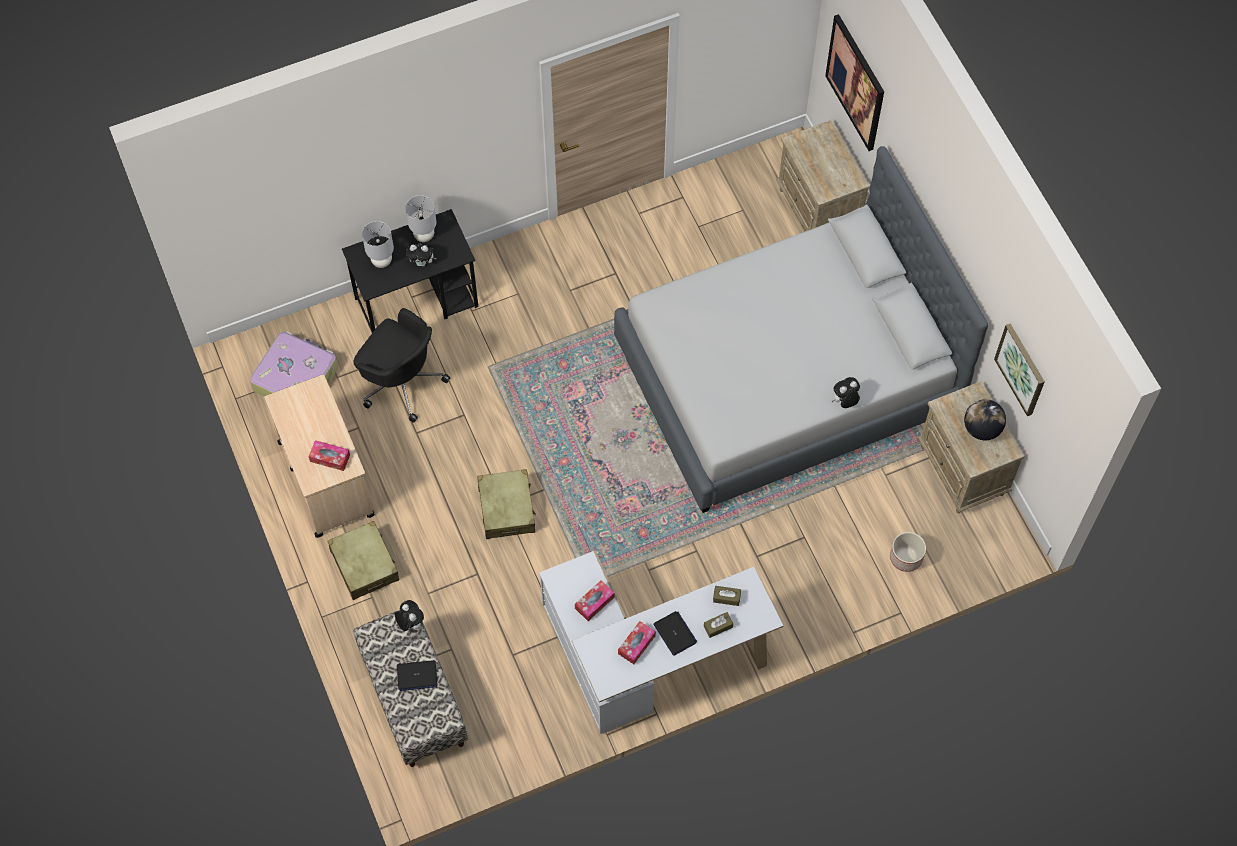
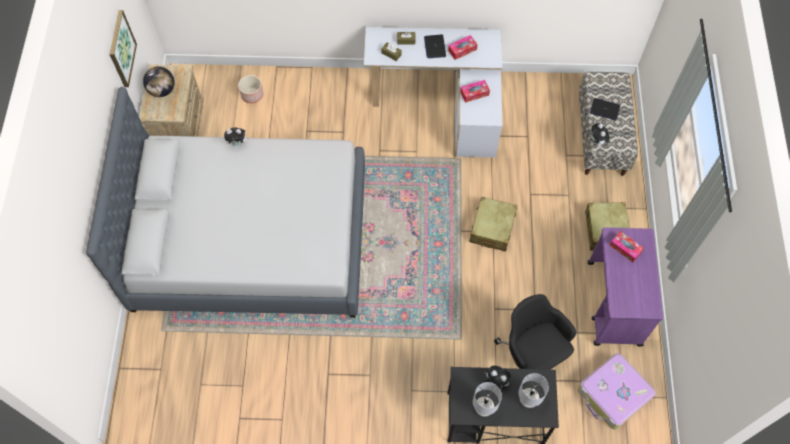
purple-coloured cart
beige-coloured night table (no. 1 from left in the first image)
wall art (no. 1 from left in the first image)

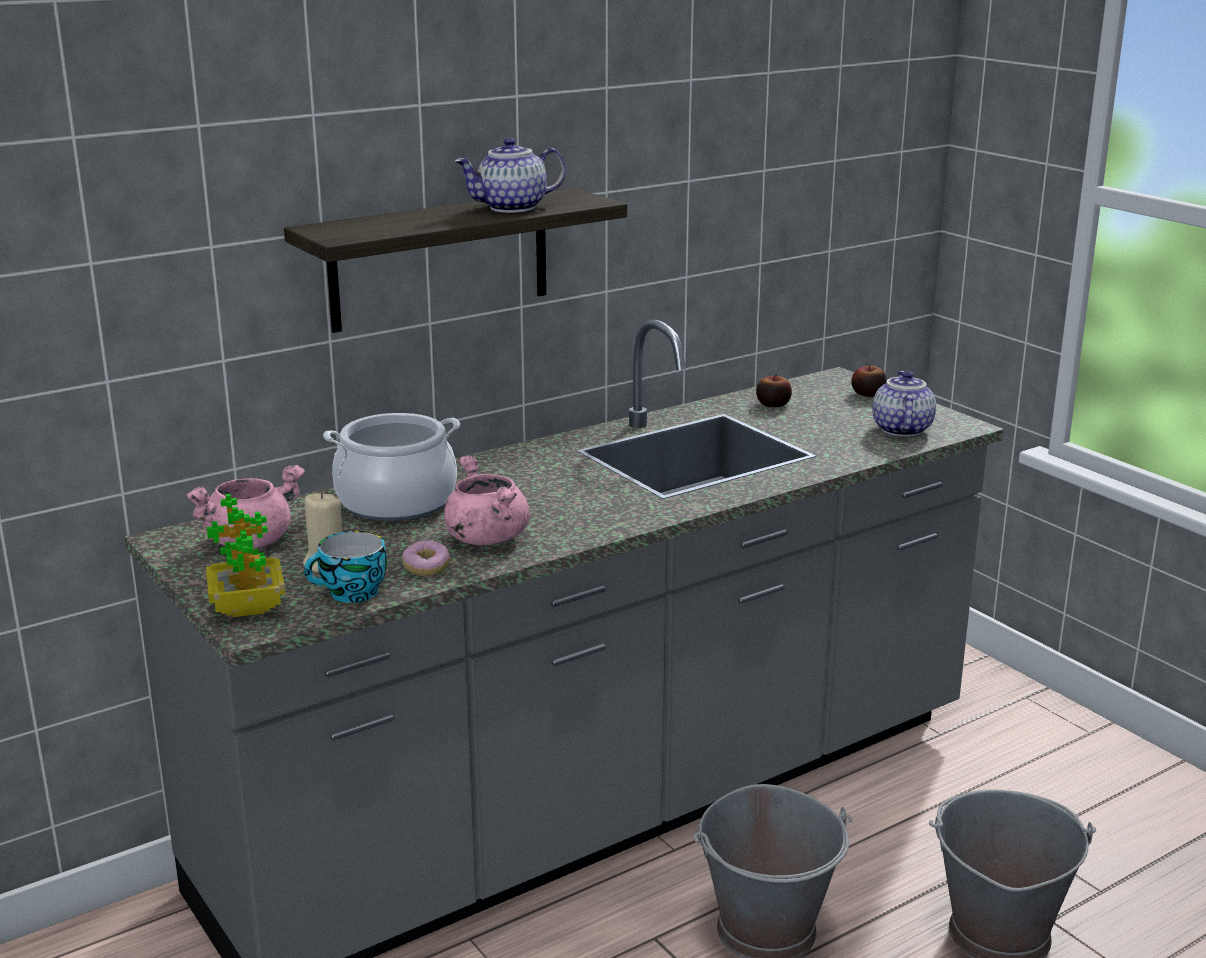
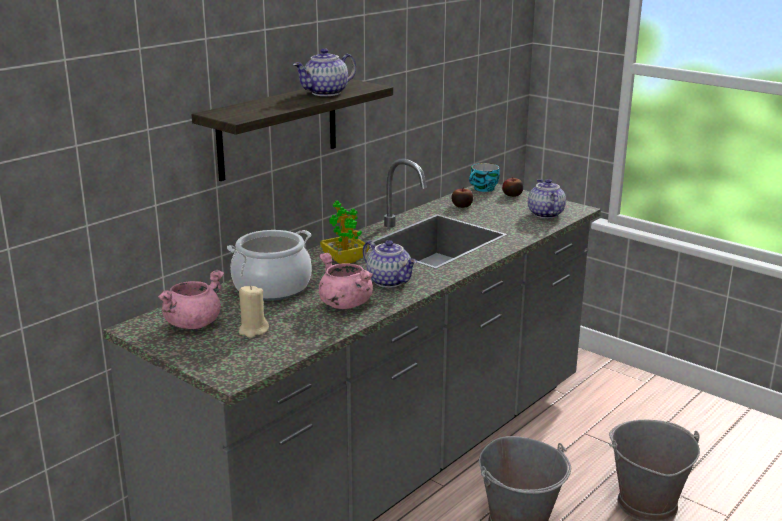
potted plant
drinking cup
donut
teapot (no. 2 from left)

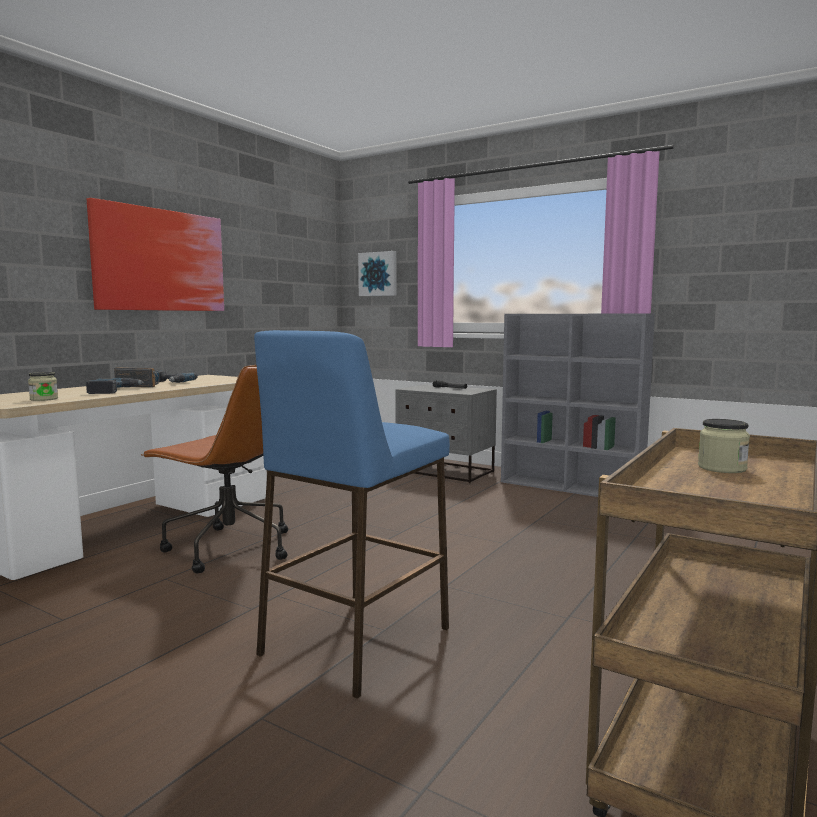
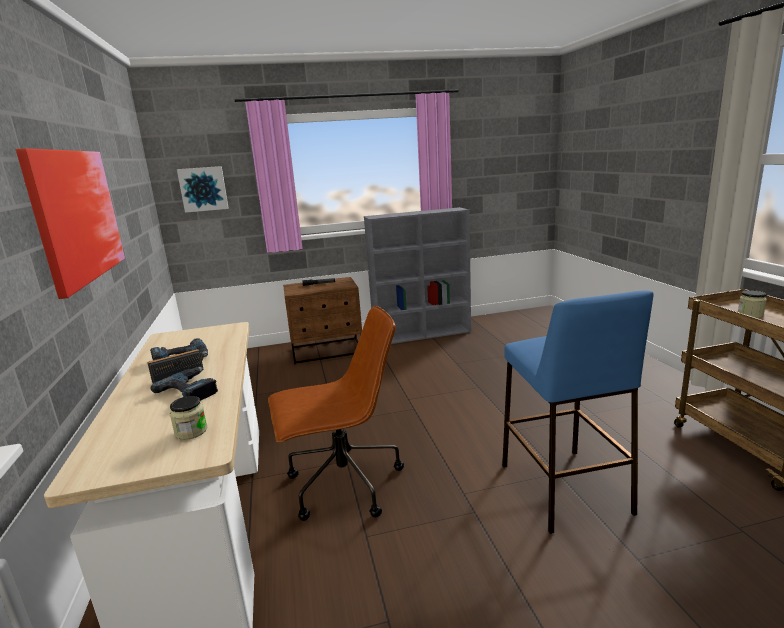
brownish night table

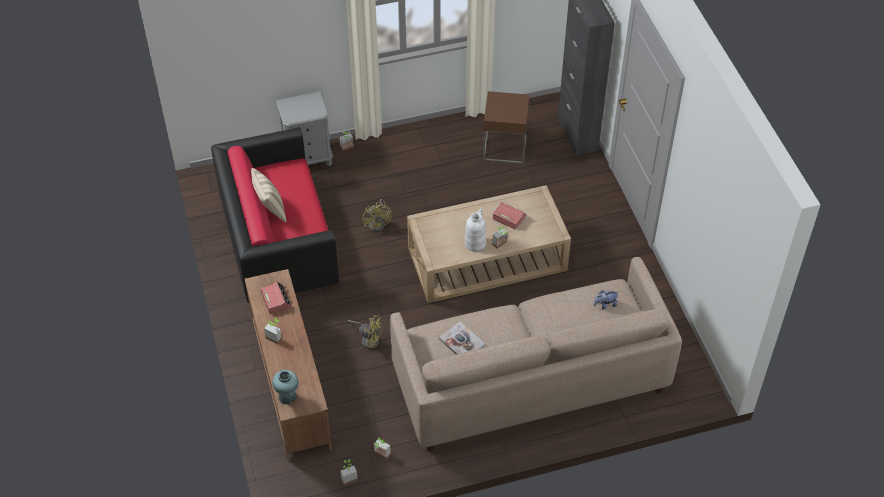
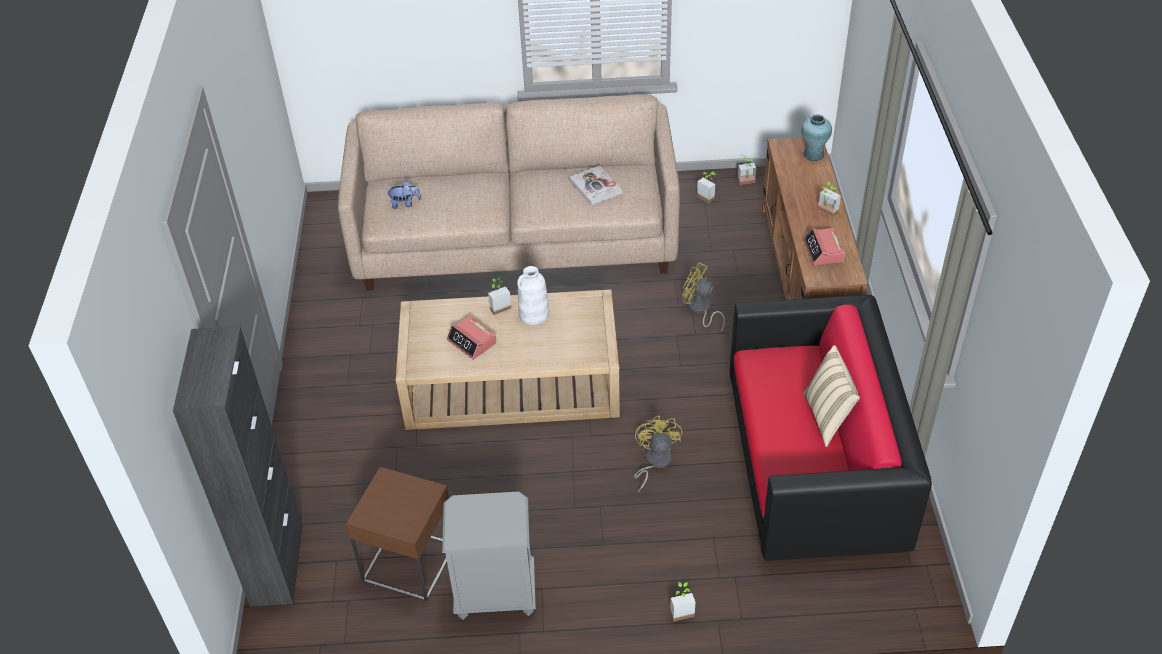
grey night table

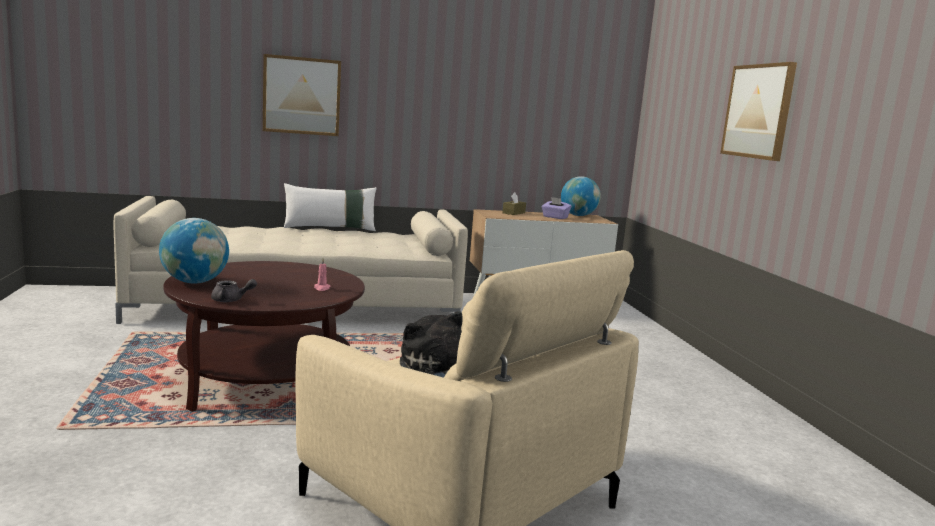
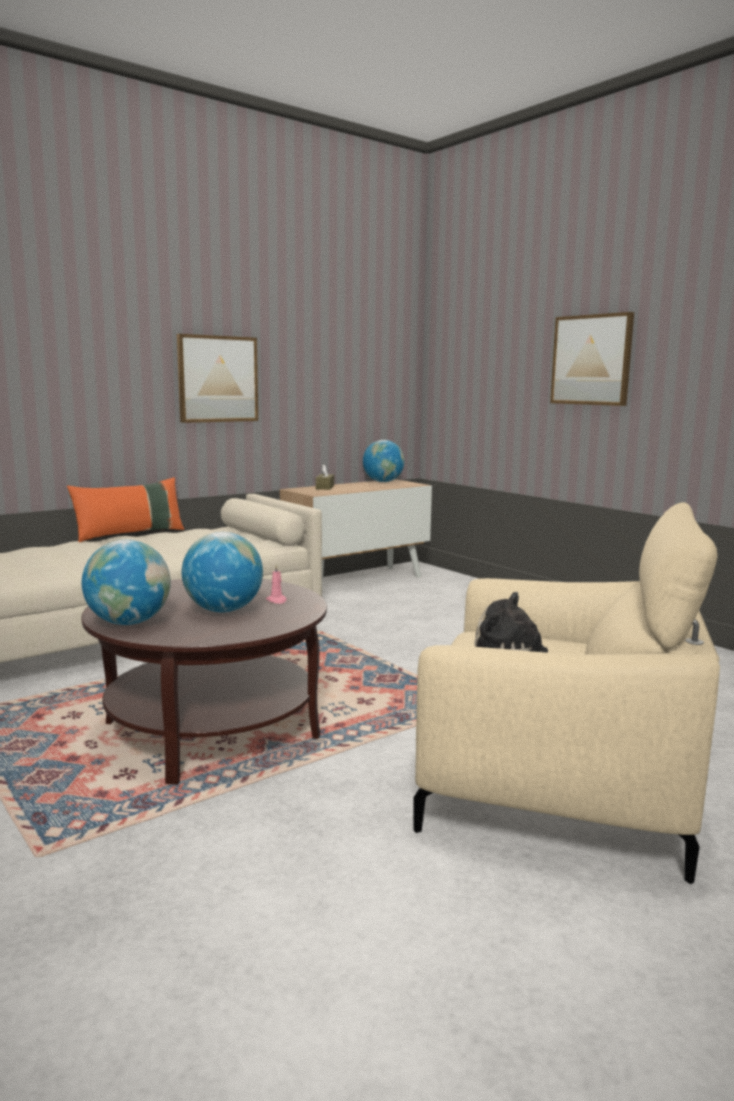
grey teapot
wall art (no. 1 from left)
orange throw pillow
purple-coloured box of tissues
globe (no. 2 from left)

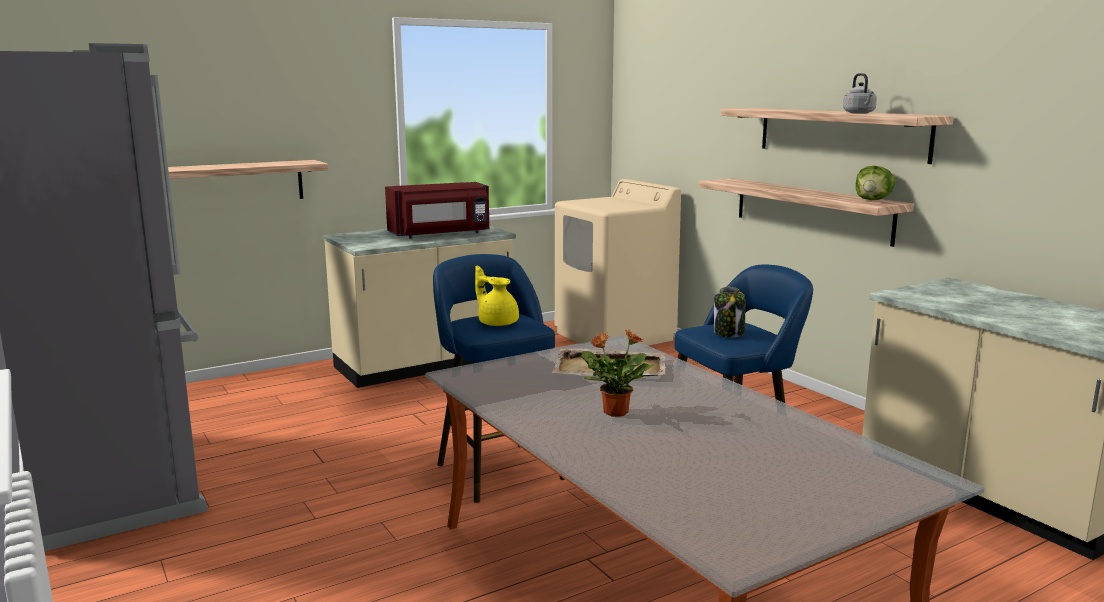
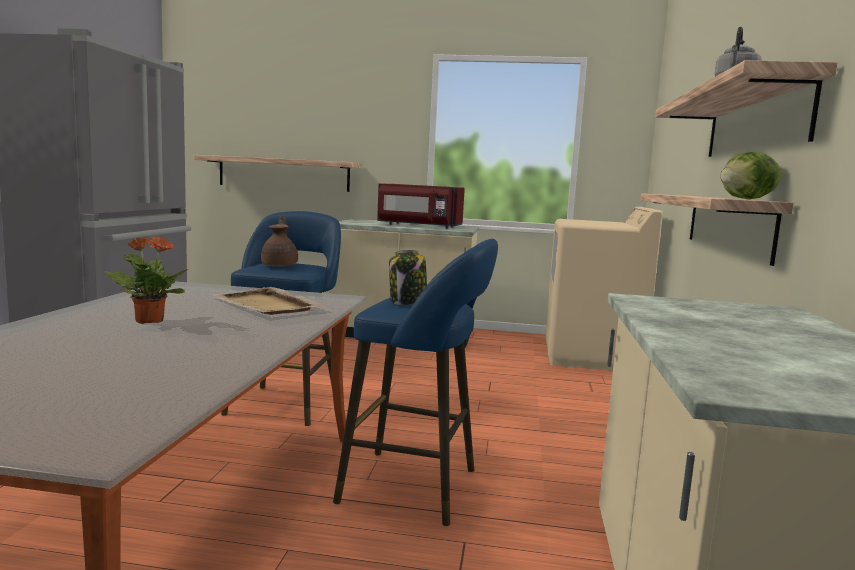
brownish teapot

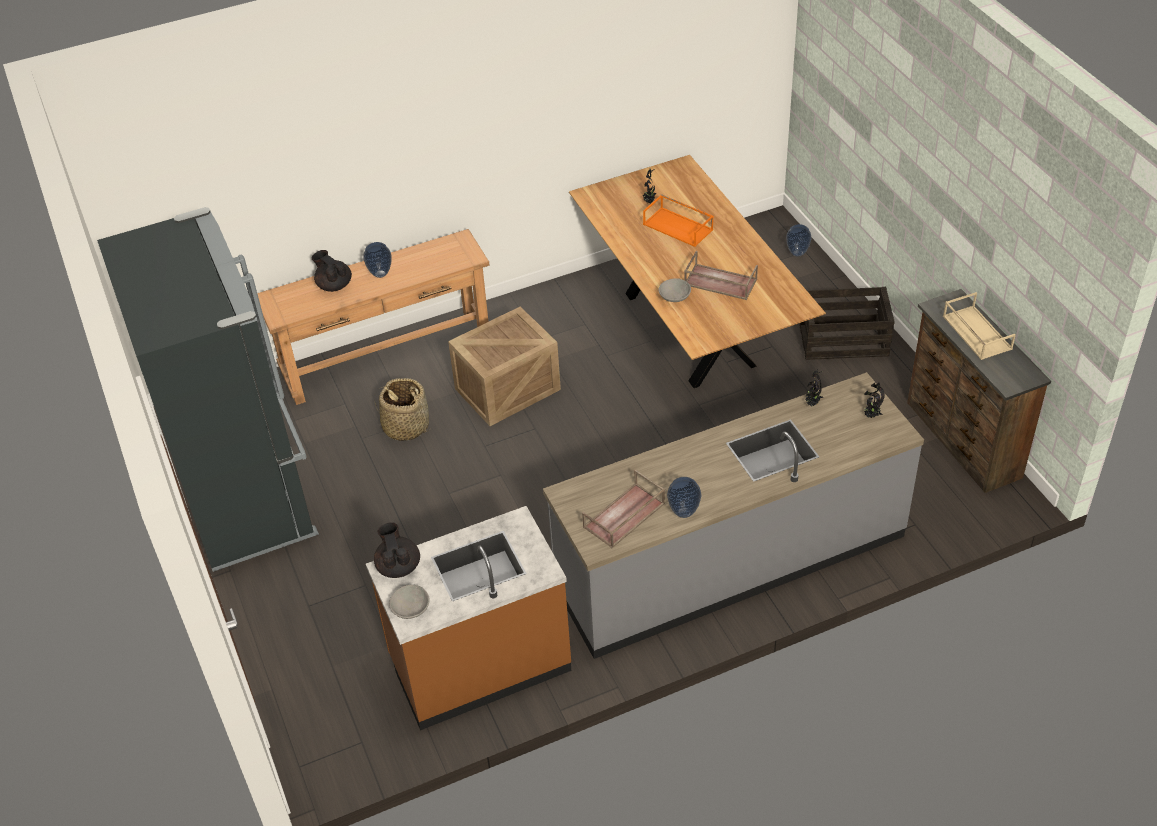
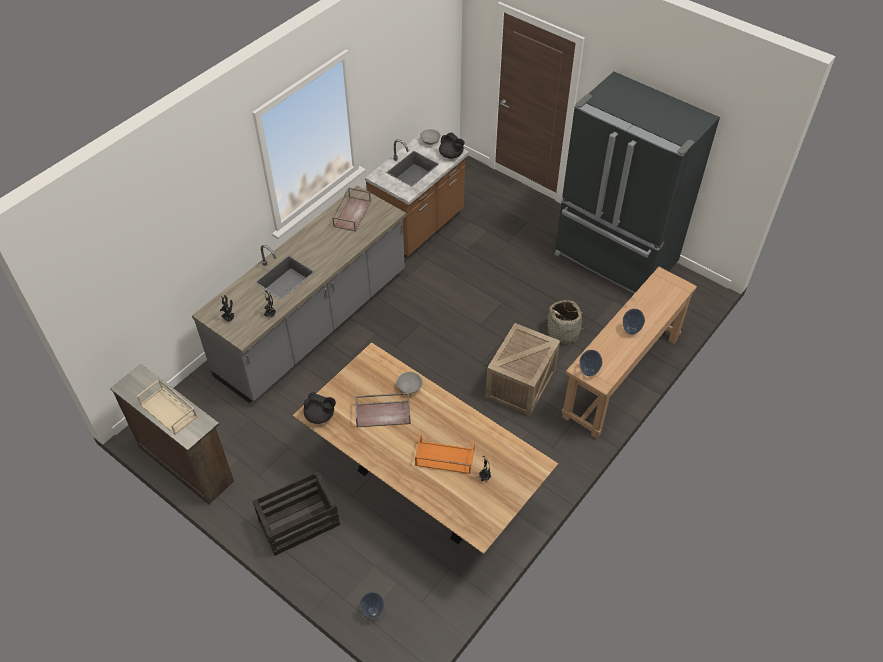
blackish teapot (no. 1 from left)
flower vase (no. 2 from left)

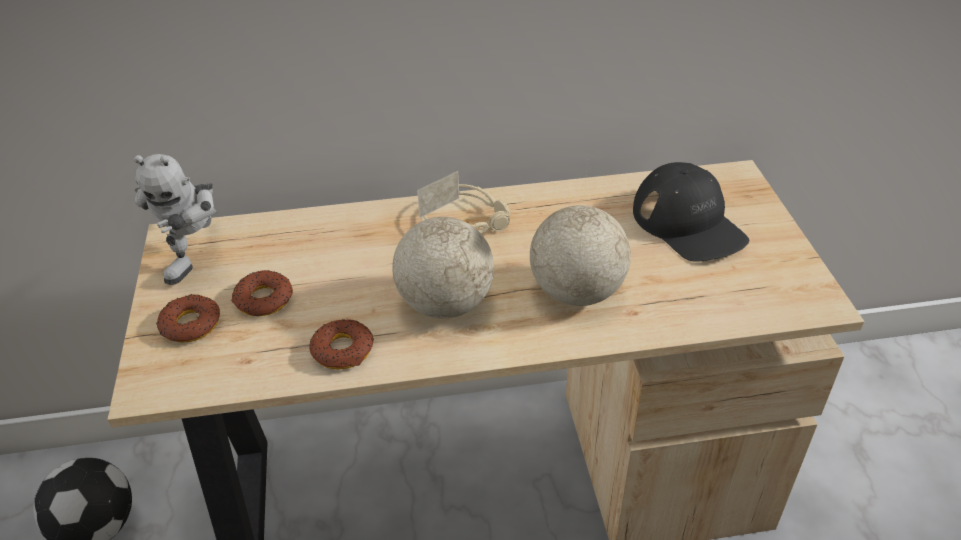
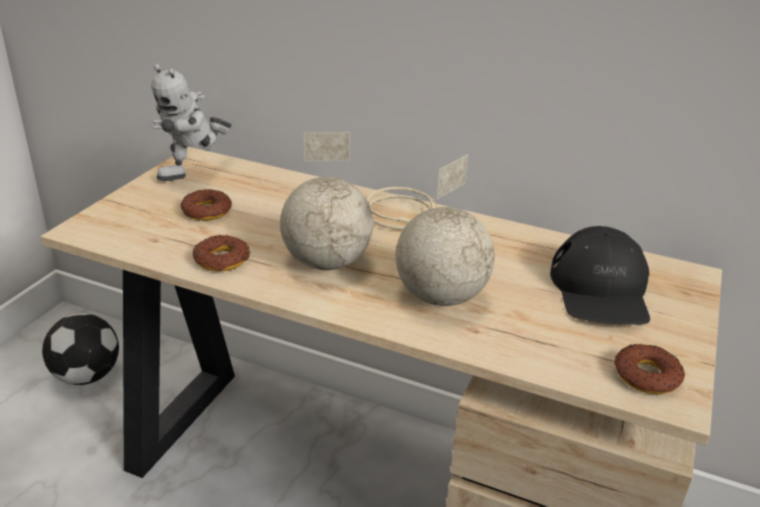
donut (no. 3 from left)

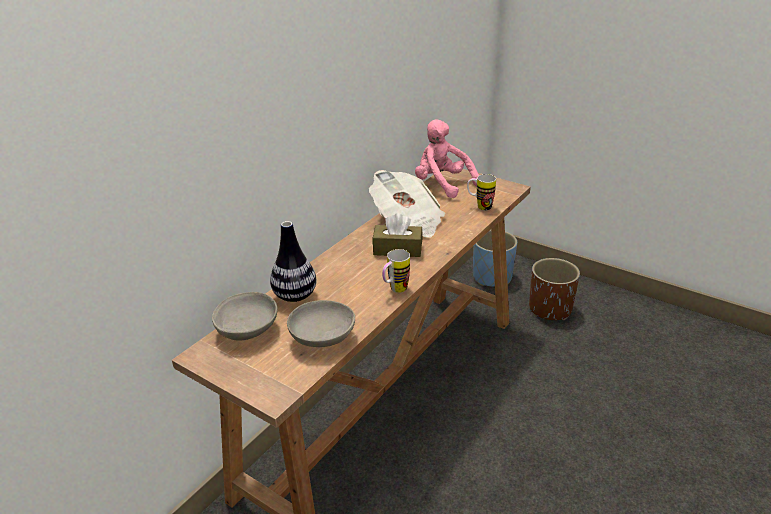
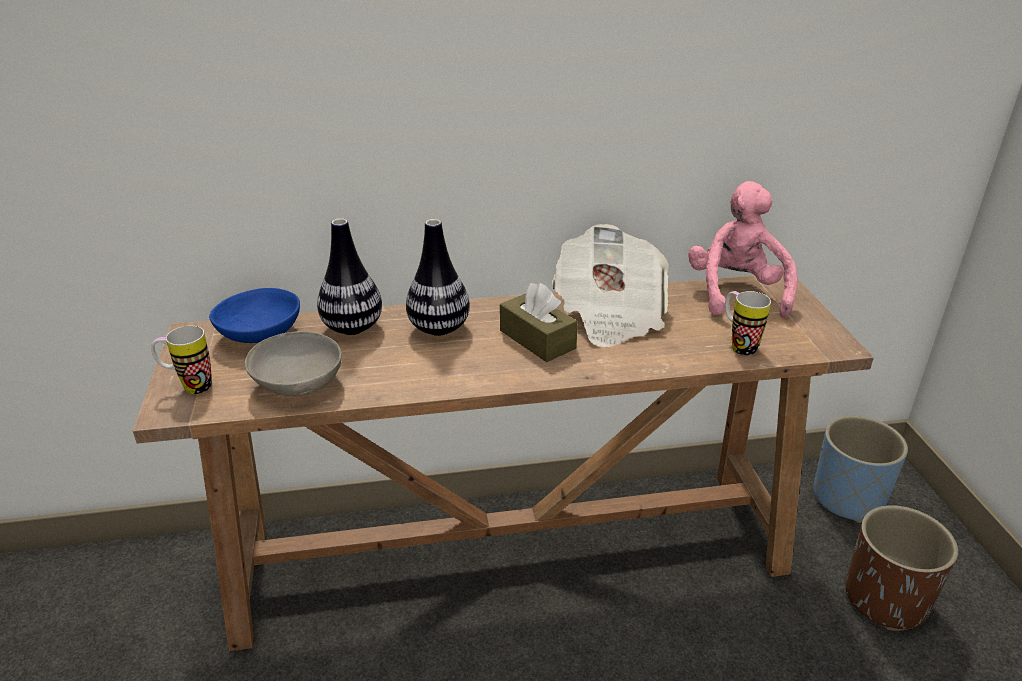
bluish bowl
coffee mug (no. 1 from left)
flower vase (no. 2 from left)

